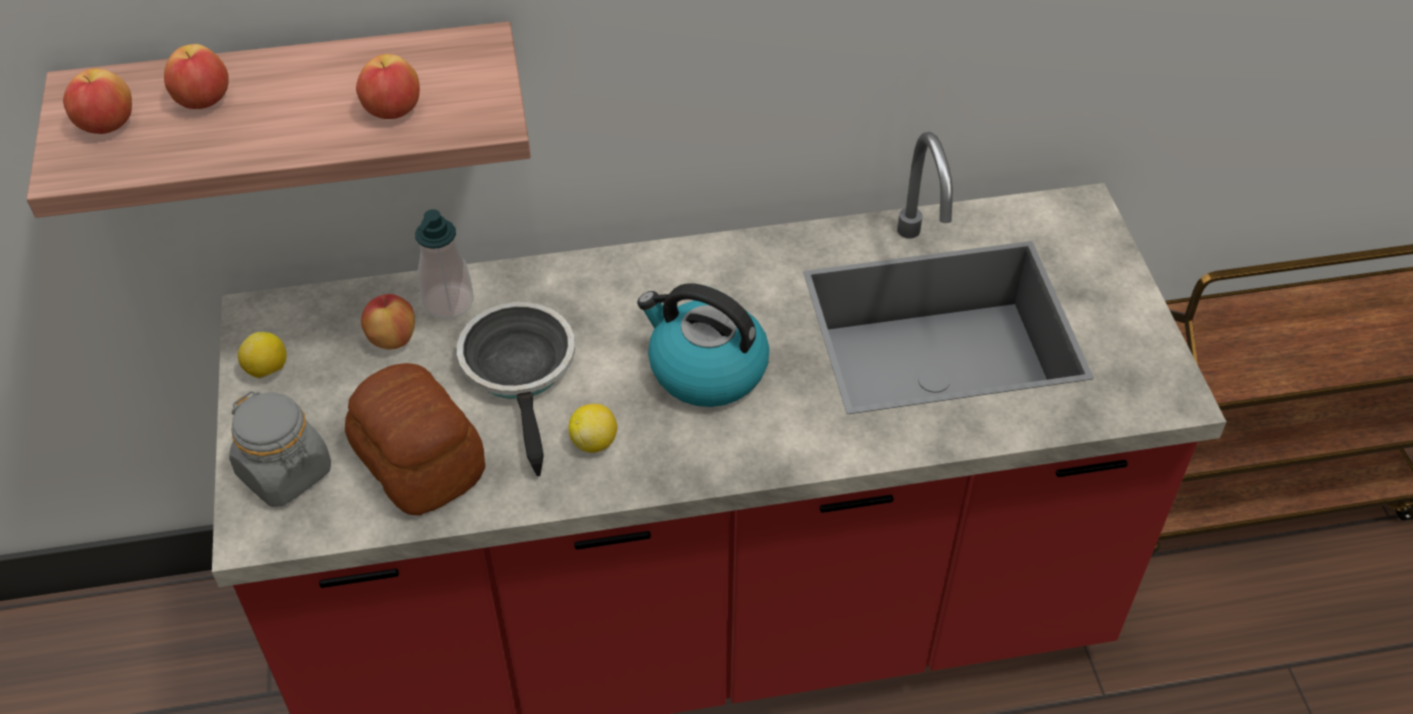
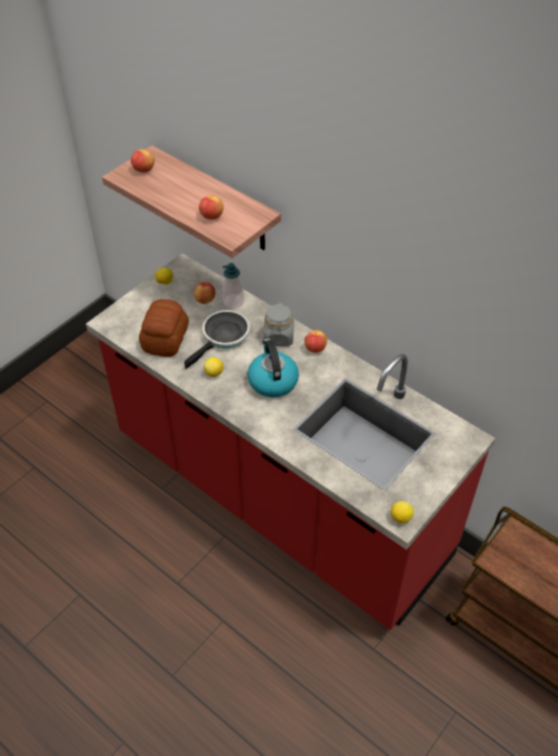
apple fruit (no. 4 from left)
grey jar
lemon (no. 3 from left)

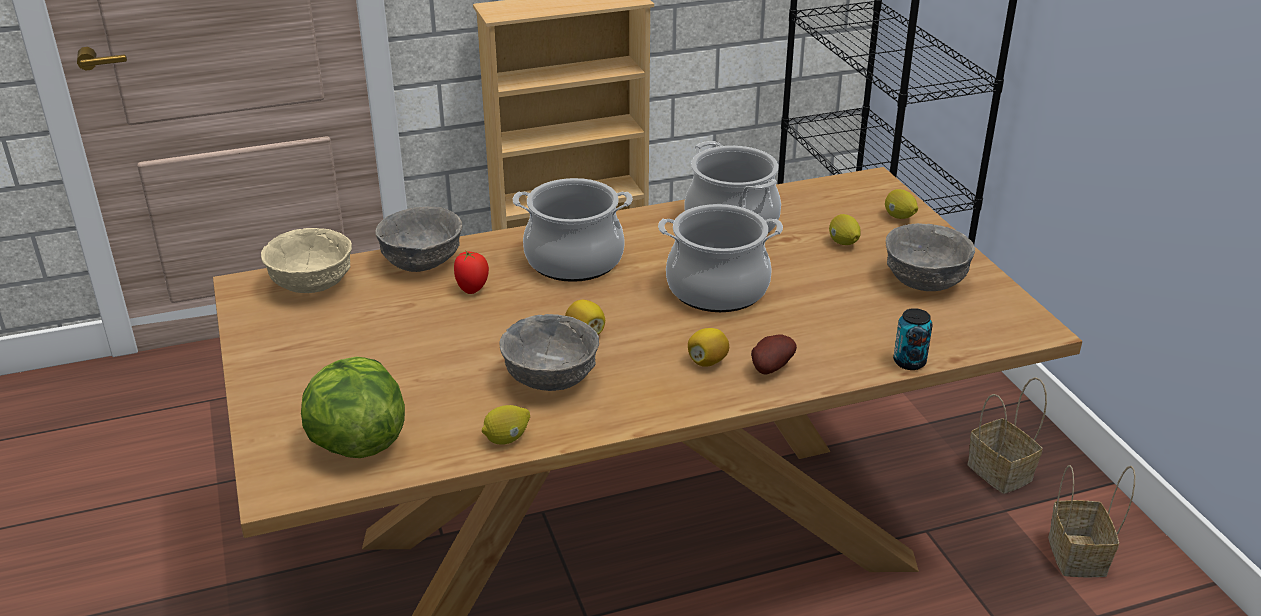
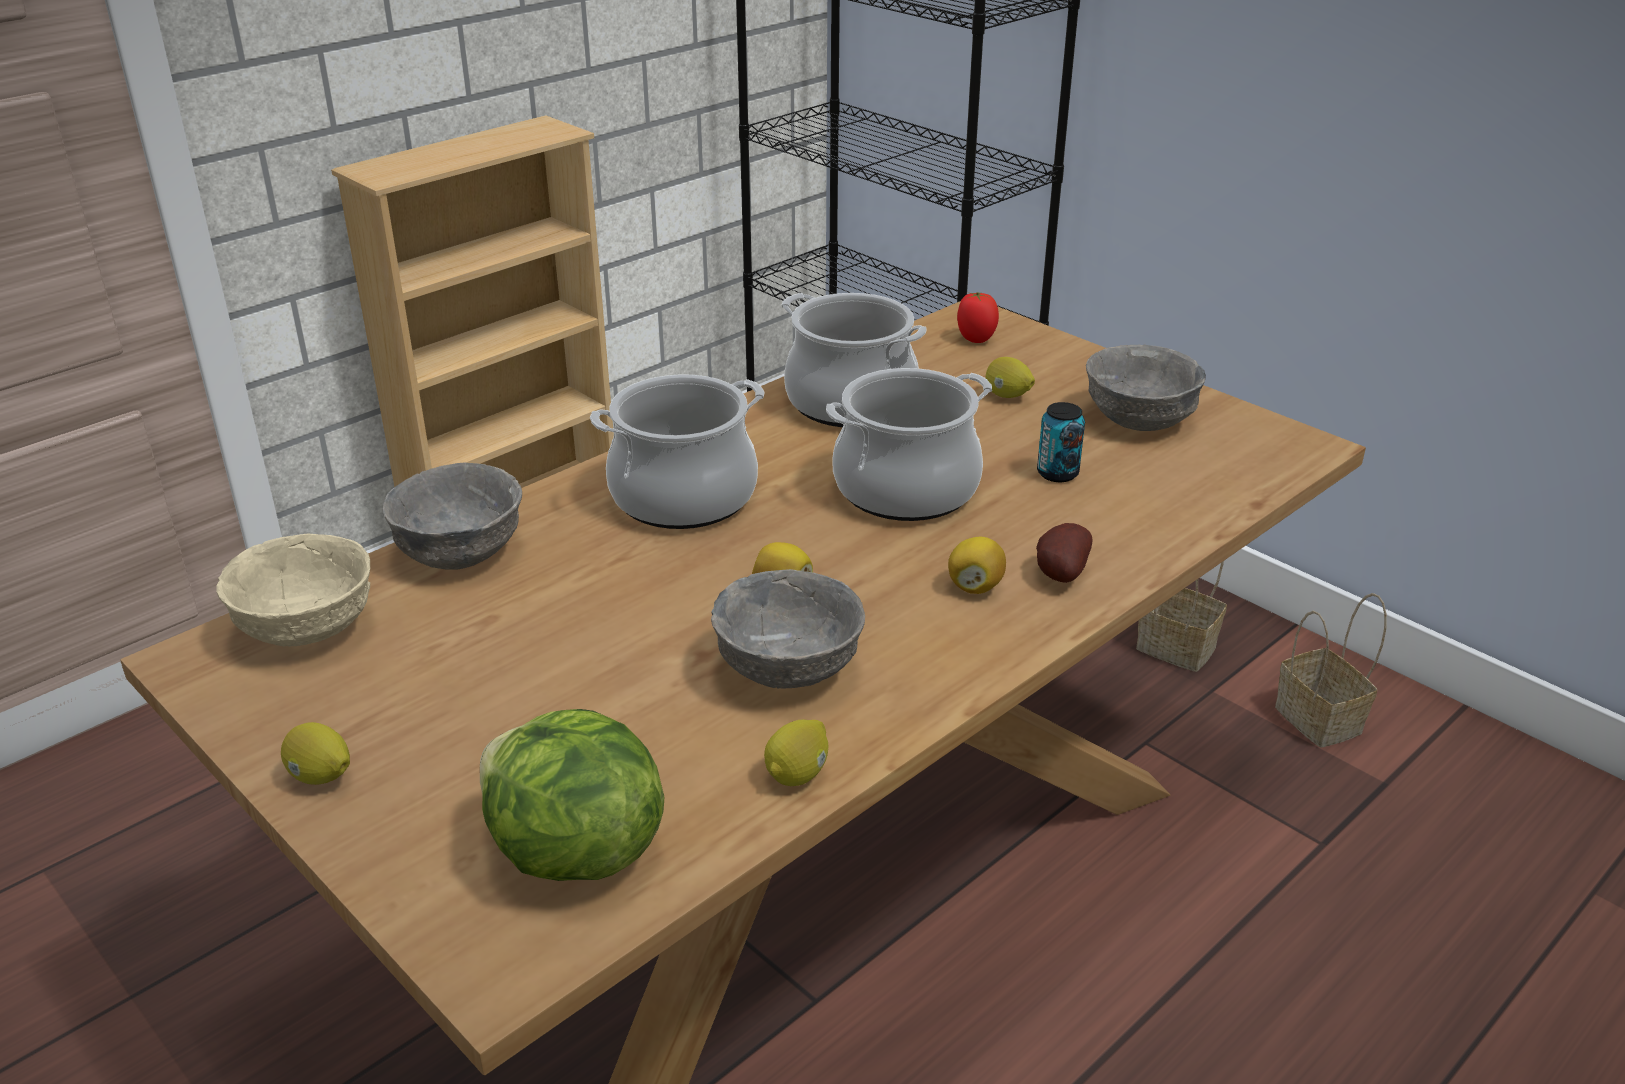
tomato
lemon (no. 1 from left)
metal can

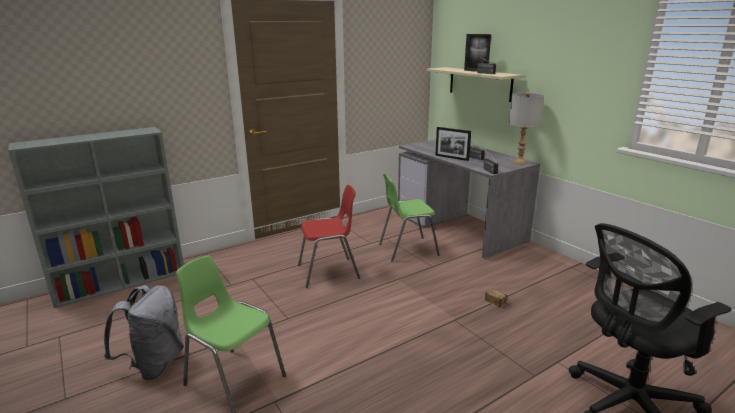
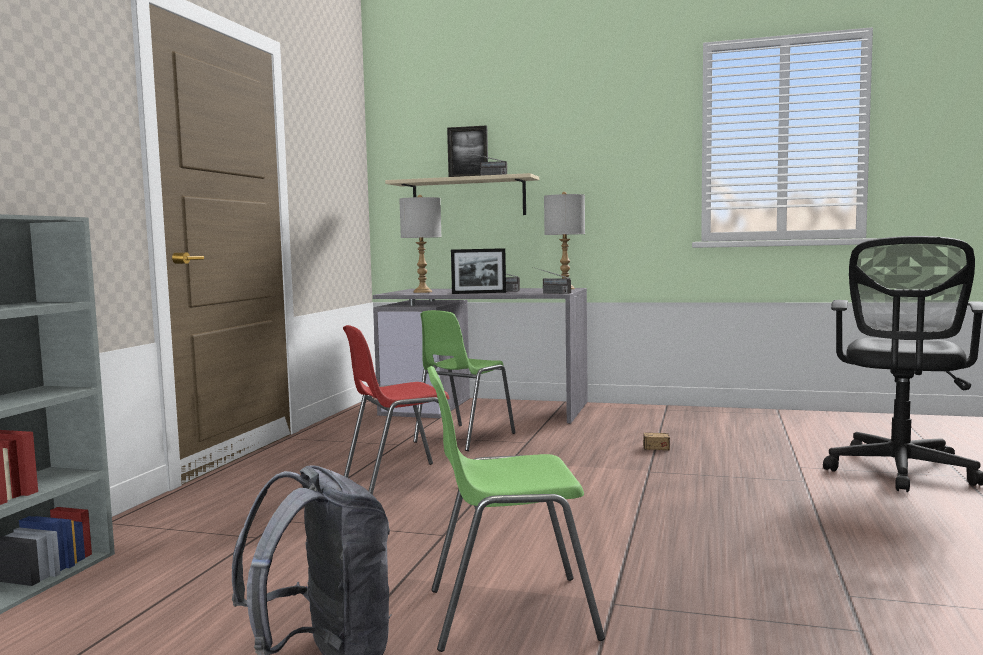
red-coloured chair
grey tabletop lamp (no. 1 from left)

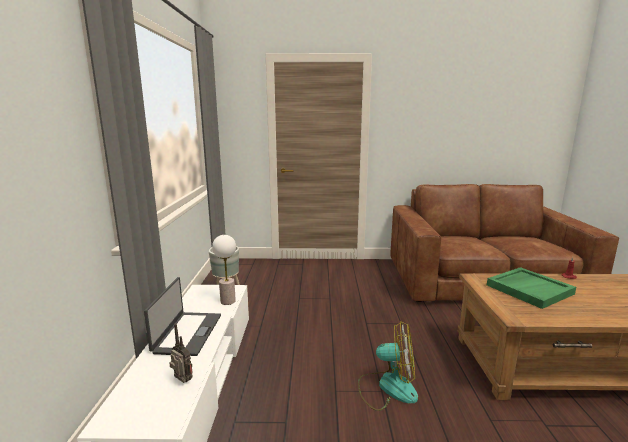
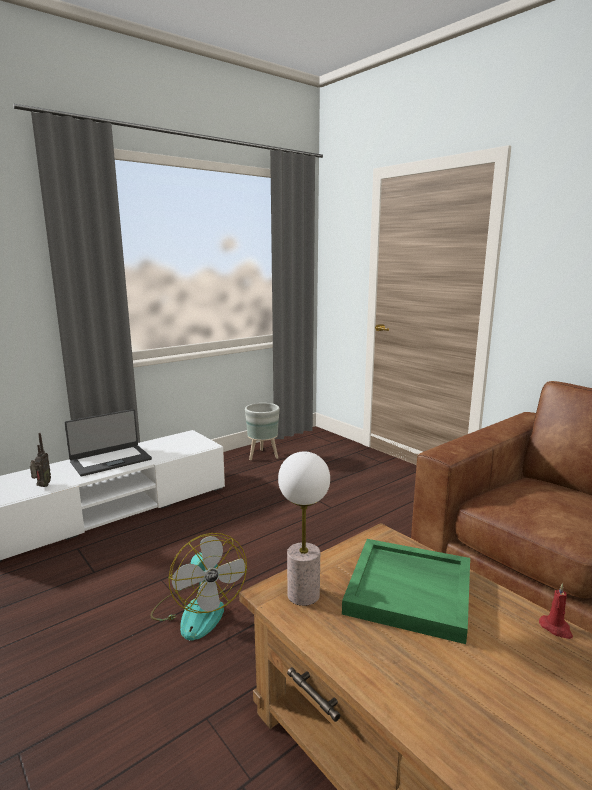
tabletop lamp

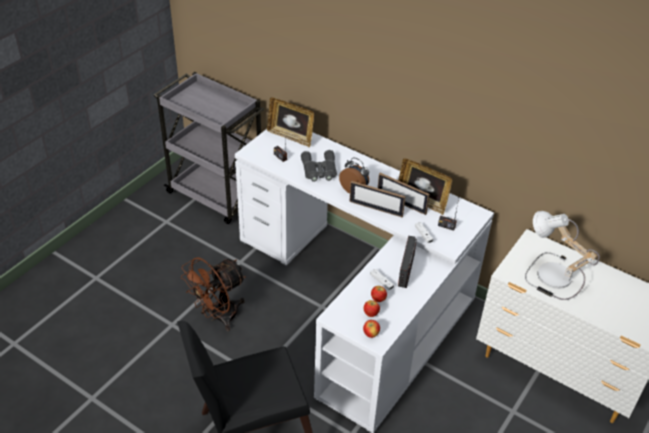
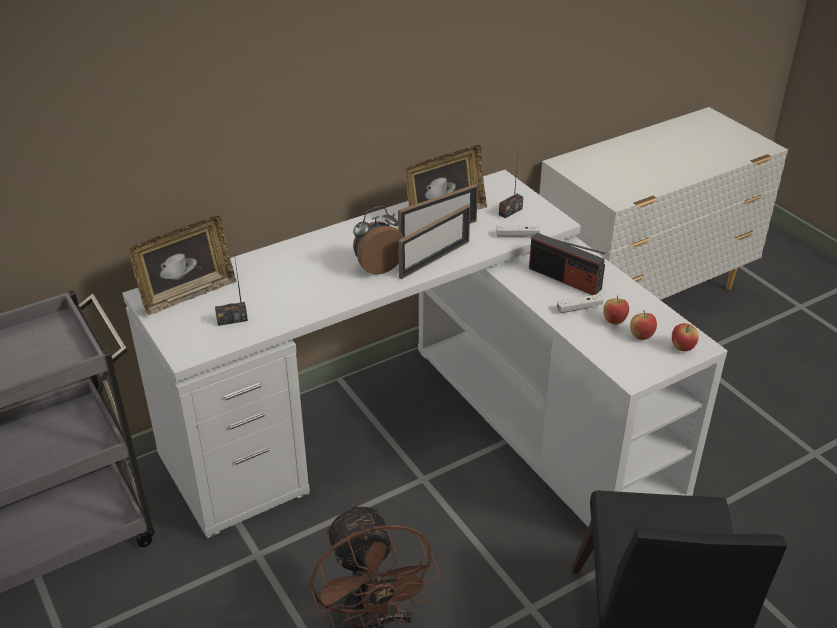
grey field glasses
tabletop lamp

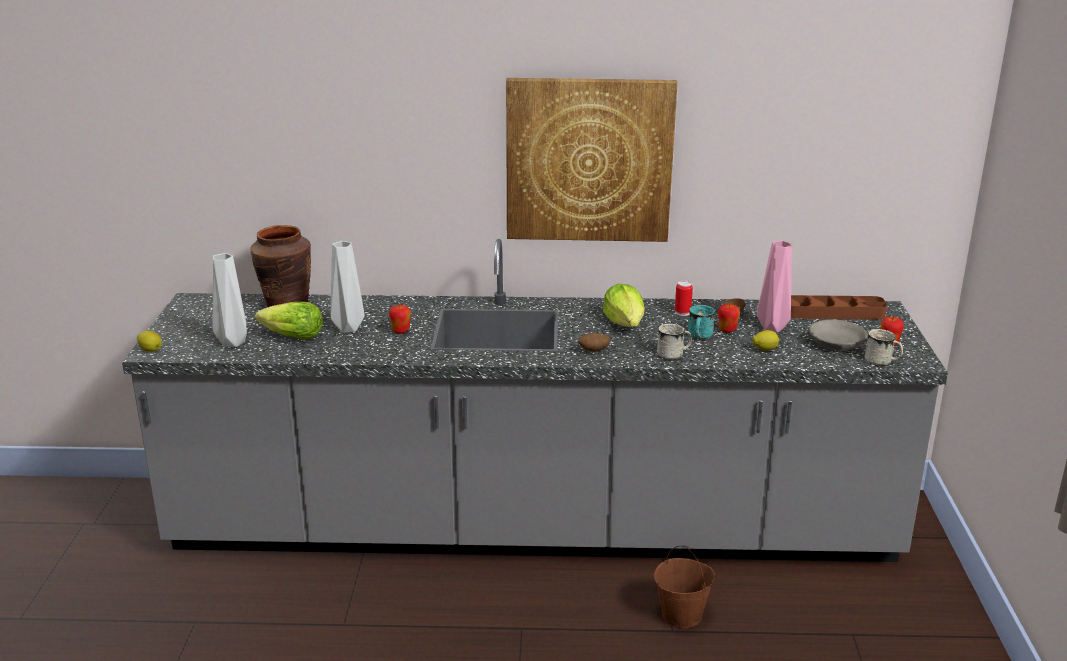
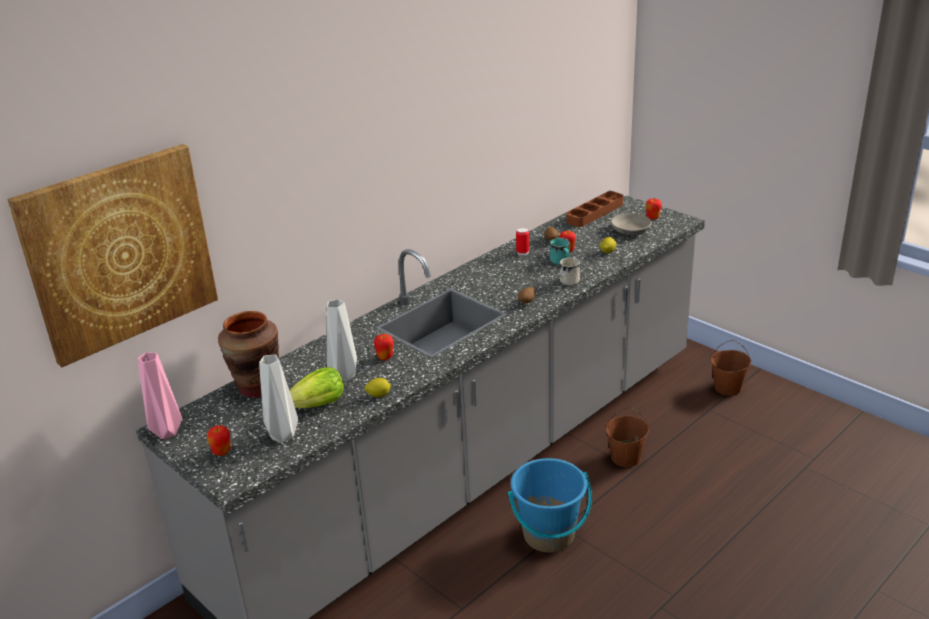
lemon (no. 1 from left)
wall art
head of lettuce (no. 2 from left in the first image)
pink flower vase
white-coloured coffee mug (no. 2 from left in the first image)
apple fruit (no. 1 from left)
bluish pail
brownish pail (no. 2 from left)

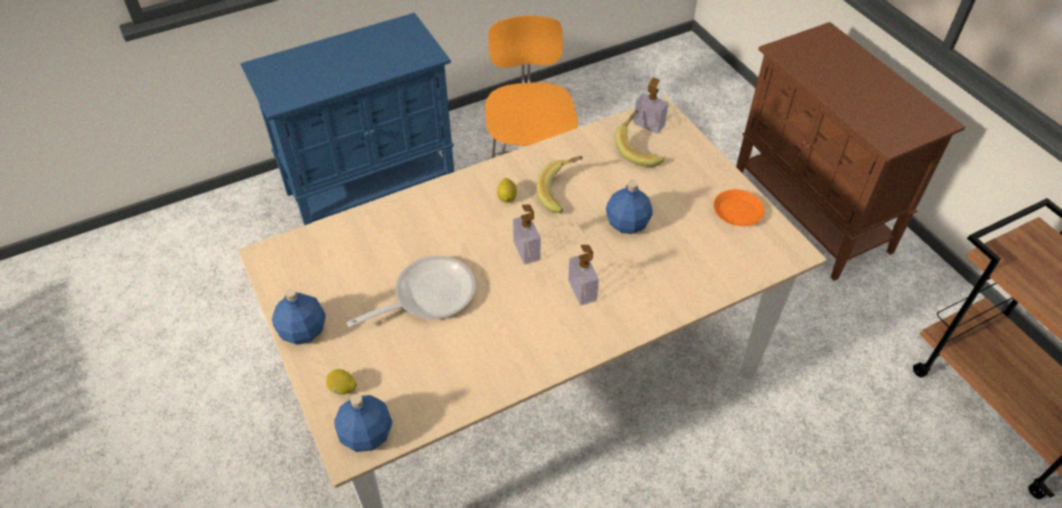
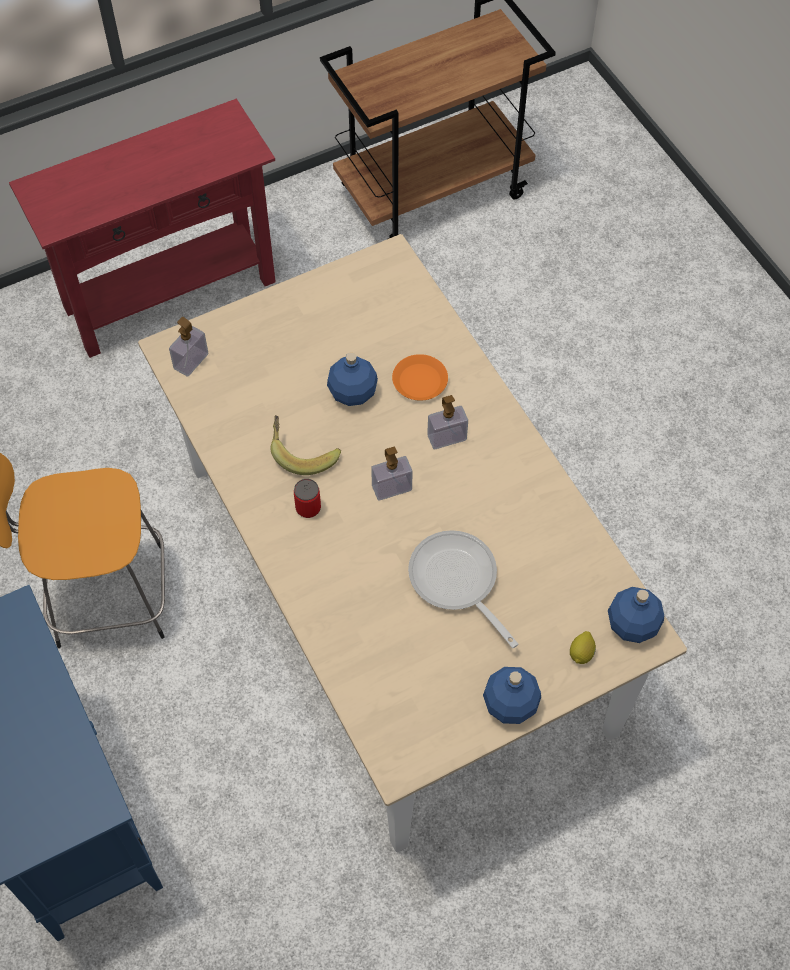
metal can
whole banana (no. 2 from left in the first image)
orange plate
red-coloured narrow table

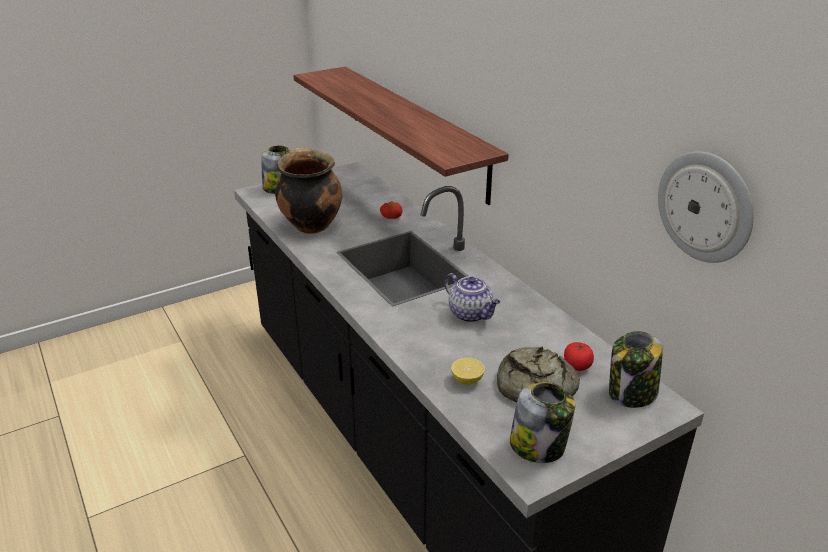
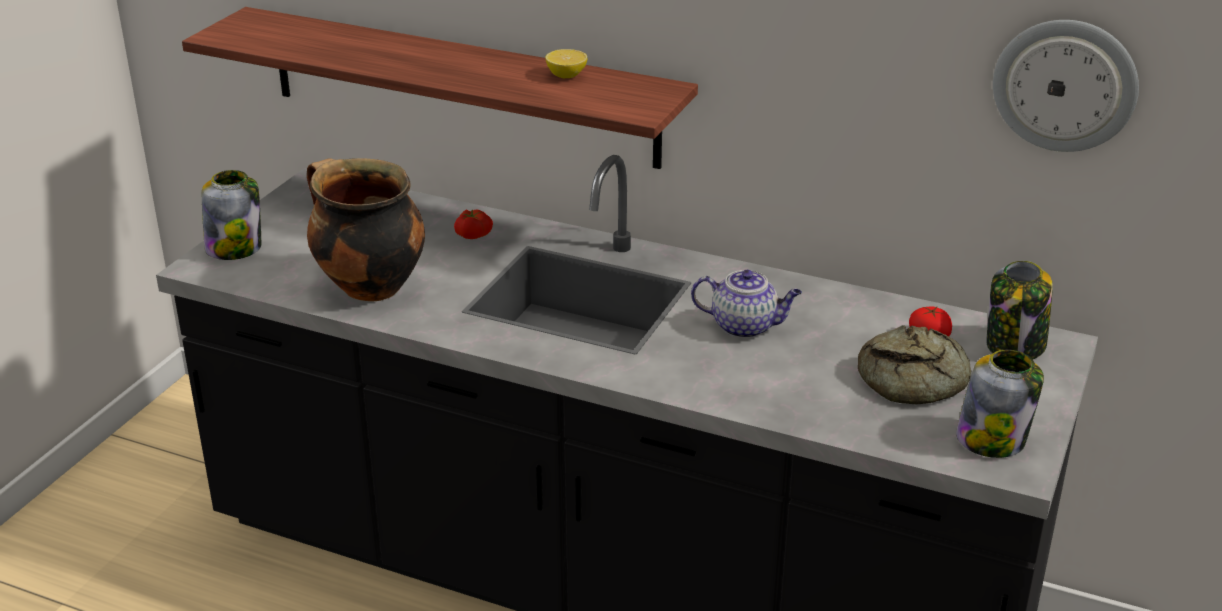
lemon

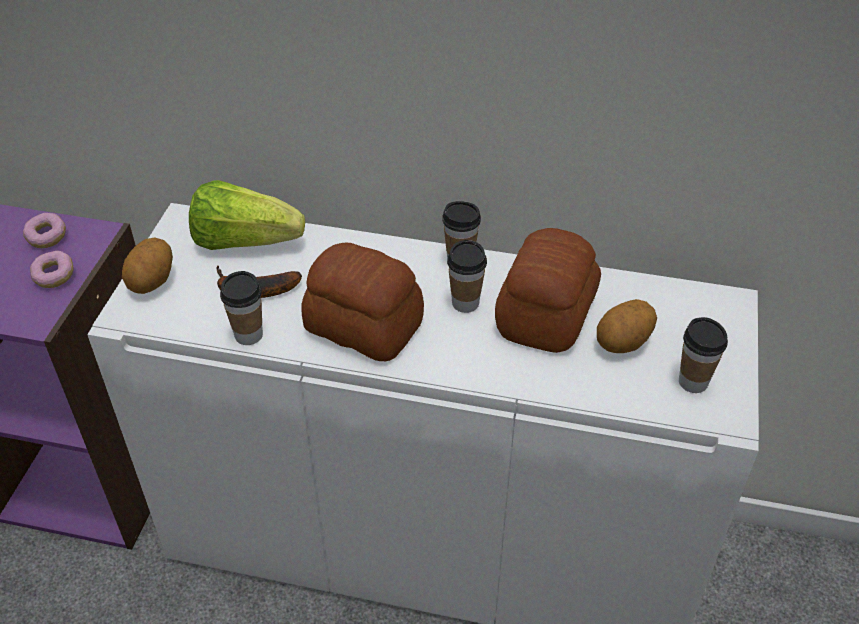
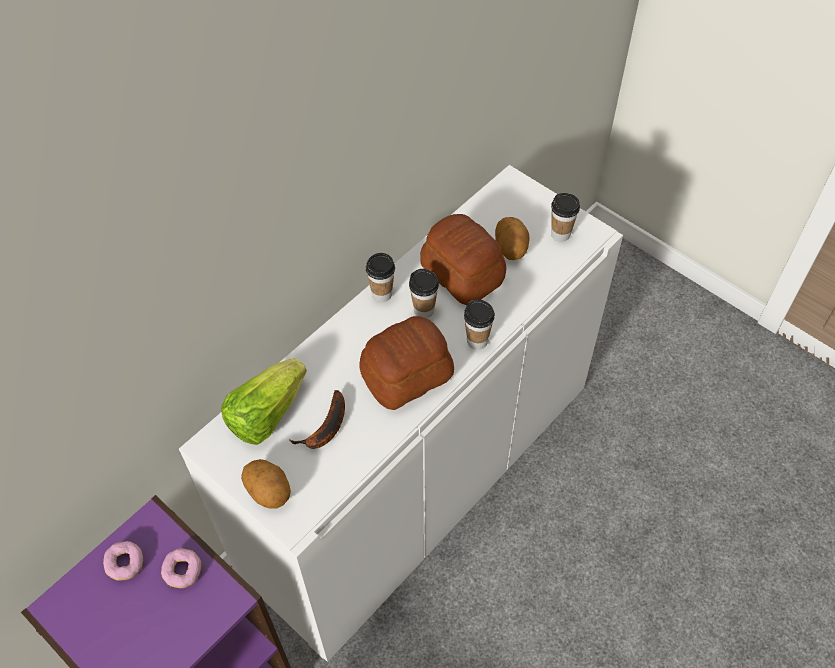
drinking cup (no. 3 from left)

